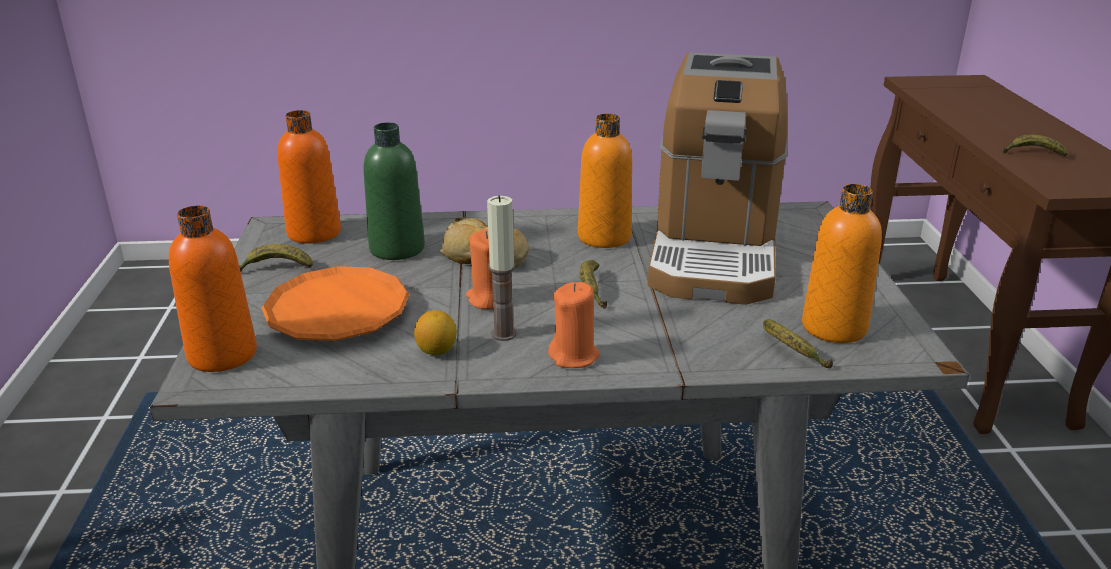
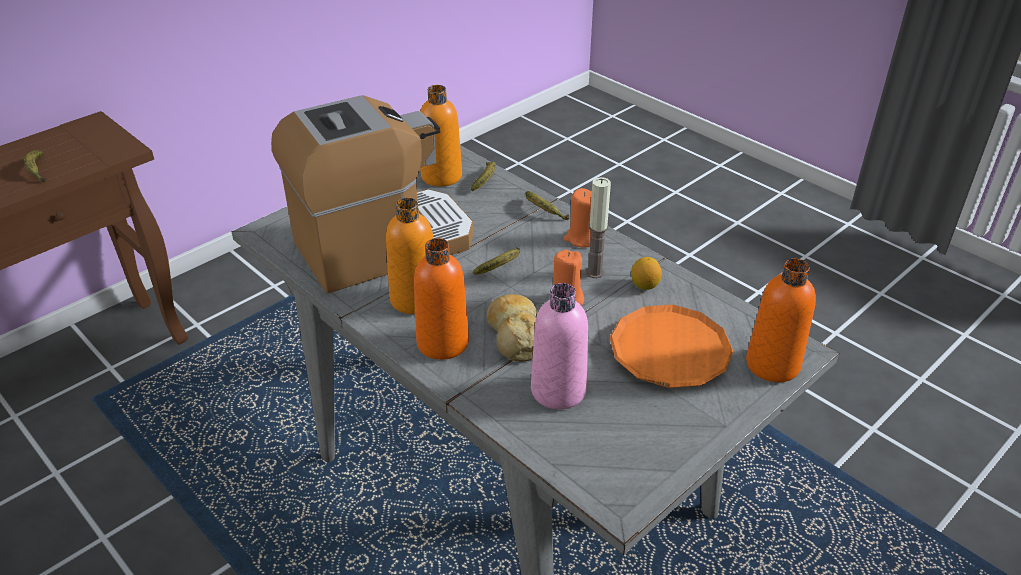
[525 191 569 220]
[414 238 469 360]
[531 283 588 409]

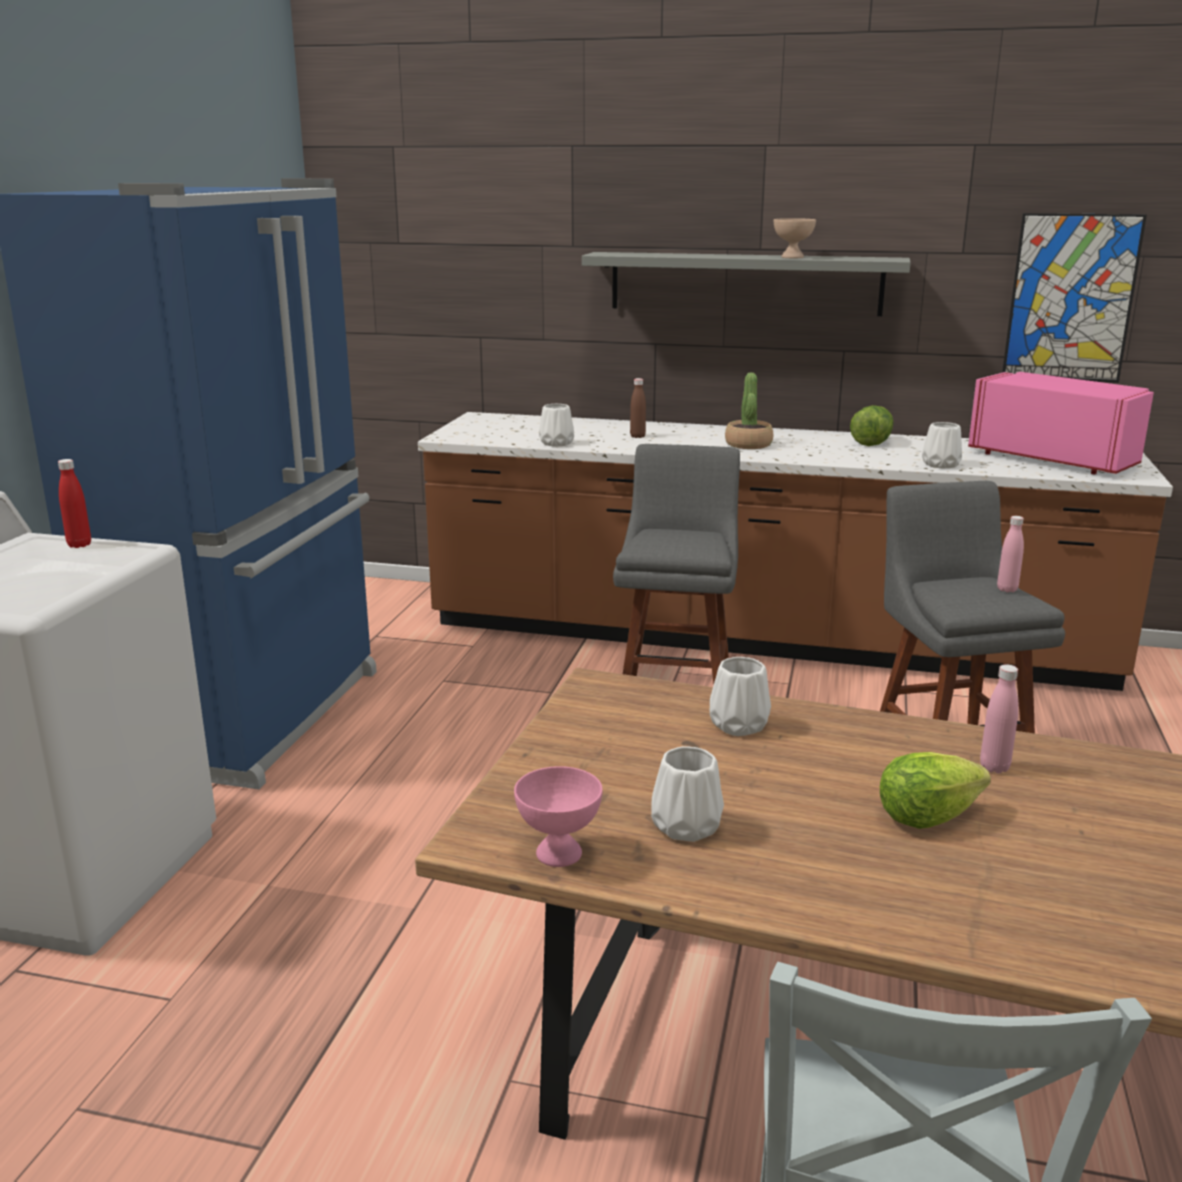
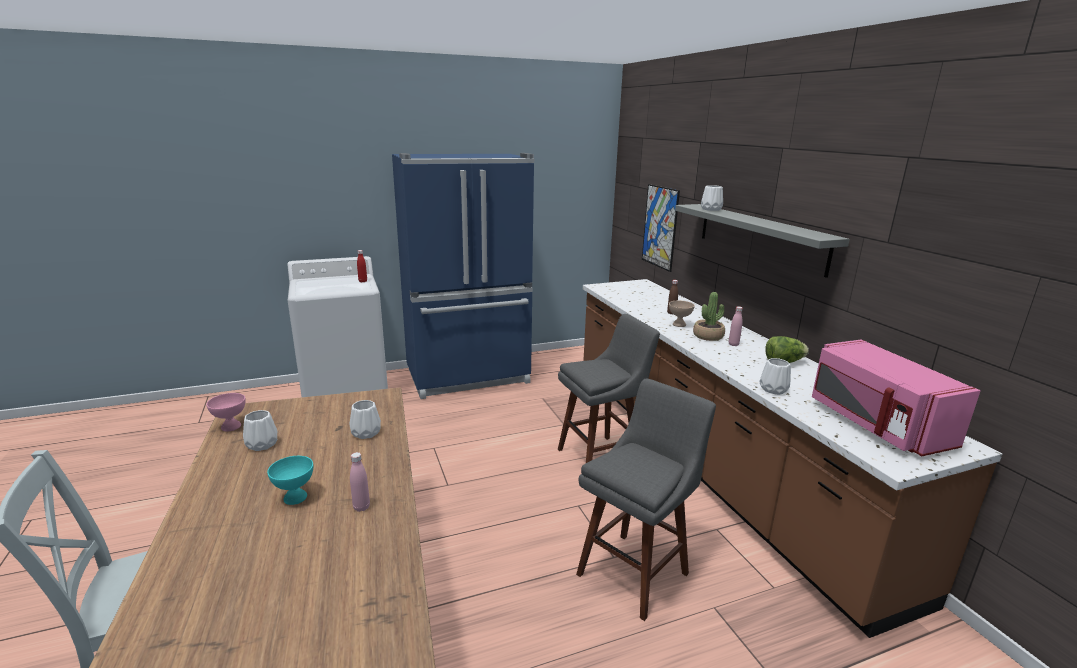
[701 185 723 211]
[669 301 695 327]
[729 306 743 346]
[642 184 680 272]
[267 456 313 505]
[812 340 981 456]

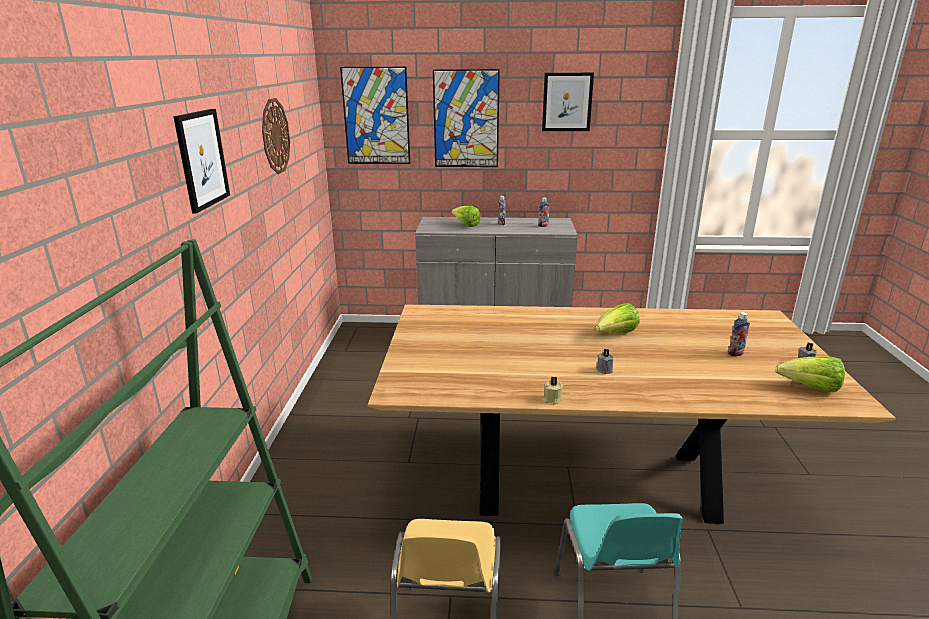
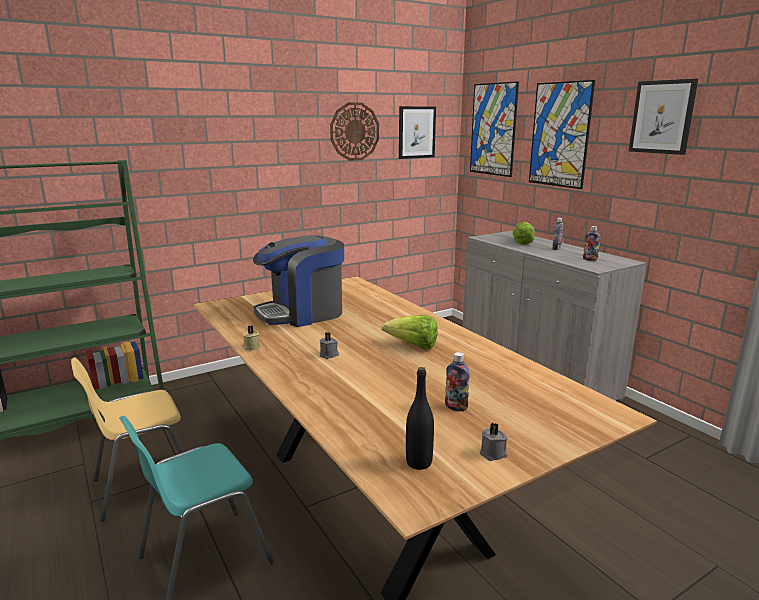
[253 235 344 327]
[399 106 436 159]
[406 367 434 470]

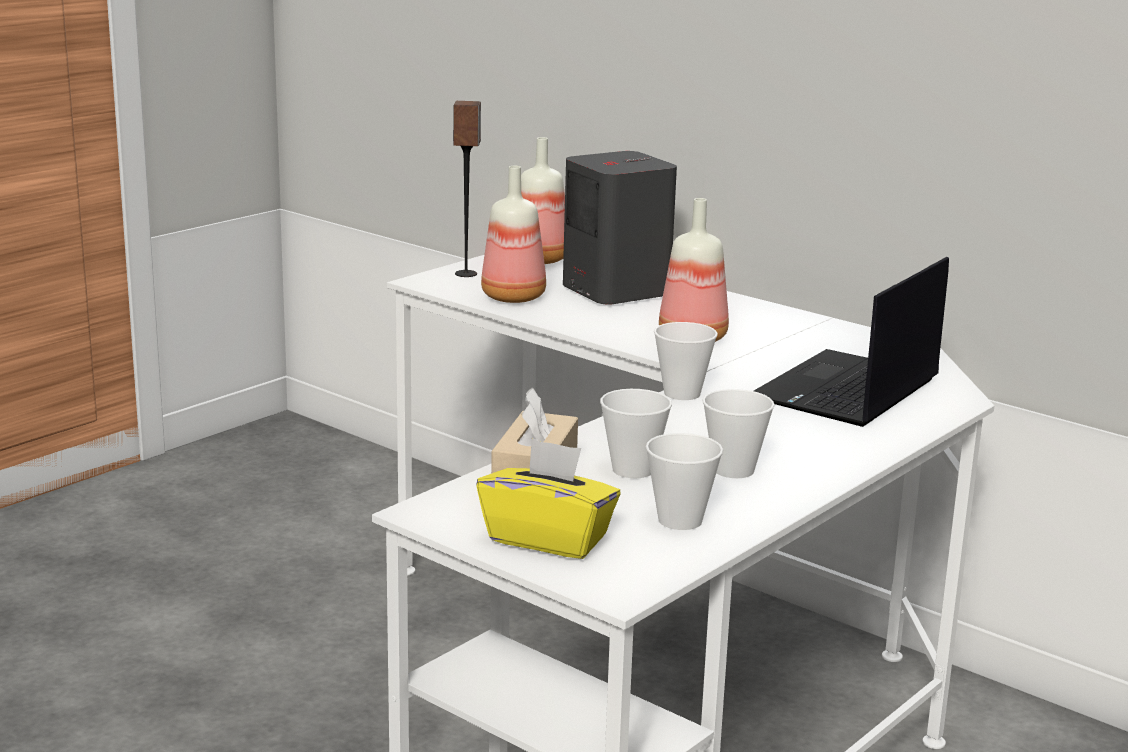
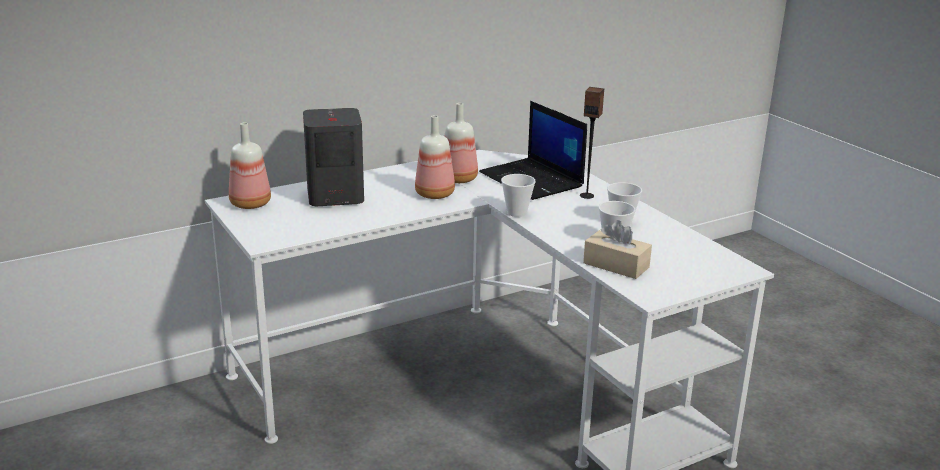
[476 438 621 559] (first image)
[646 433 723 530] (first image)
[580 87 604 199]
[444 103 478 183]

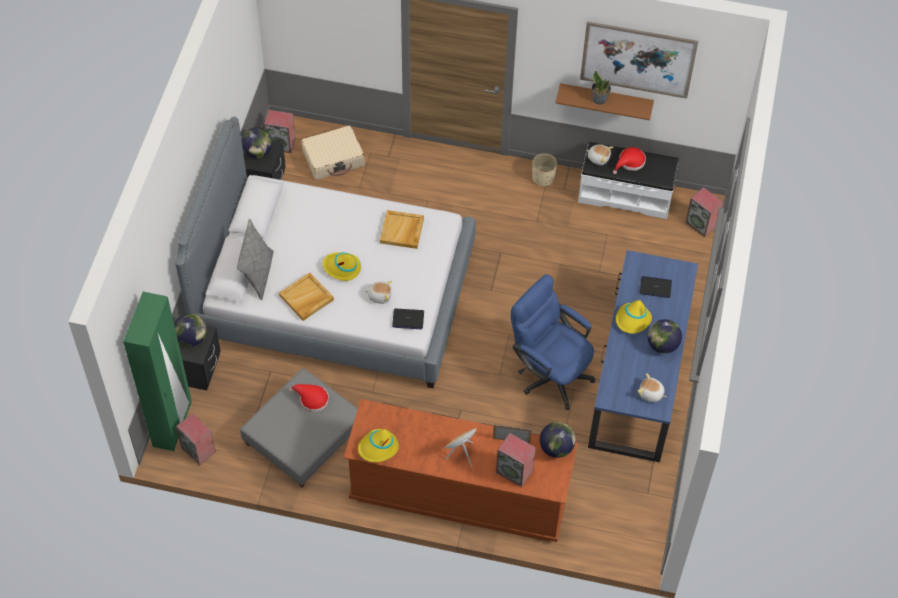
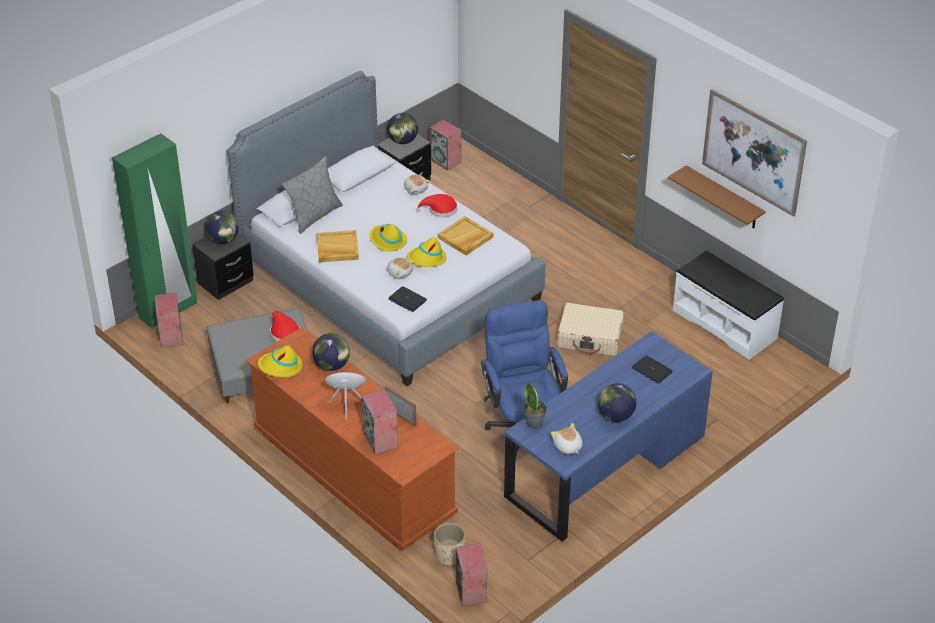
[558 302 624 356]
[434 523 465 566]
[312 333 350 371]
[404 175 430 195]
[524 382 547 429]
[416 194 457 217]
[407 237 447 267]
[456 543 487 606]

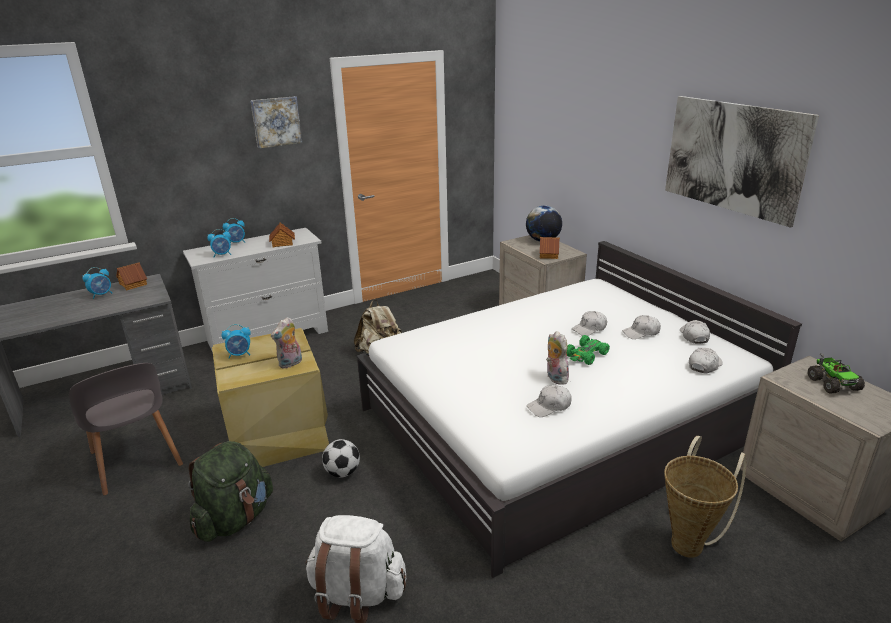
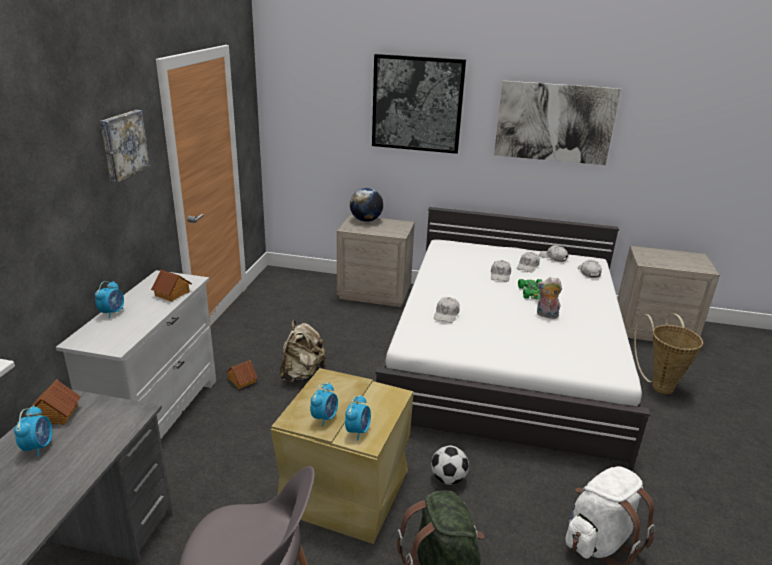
[271 317 302 369] (first image)
[808 353 865 394] (first image)
[372 54 466 154]
[345 395 371 440]
[434 297 460 323]
[226 360 258 389]

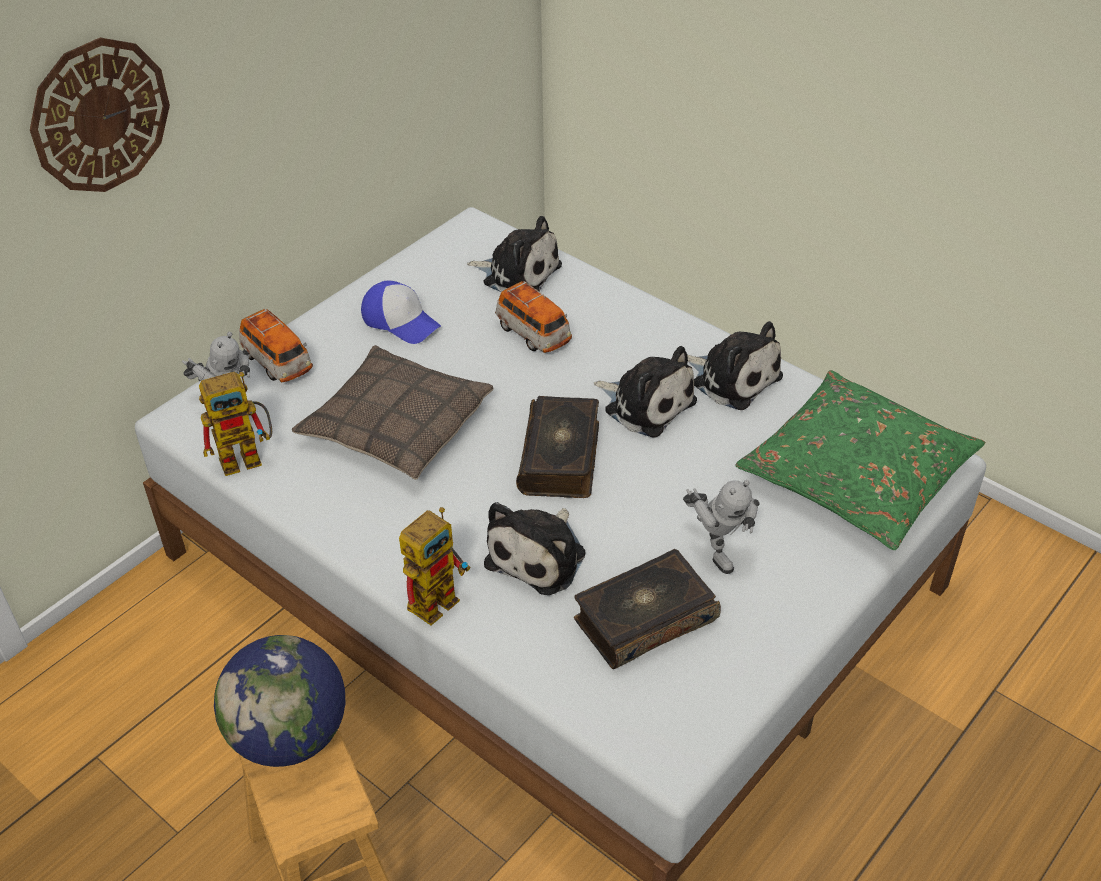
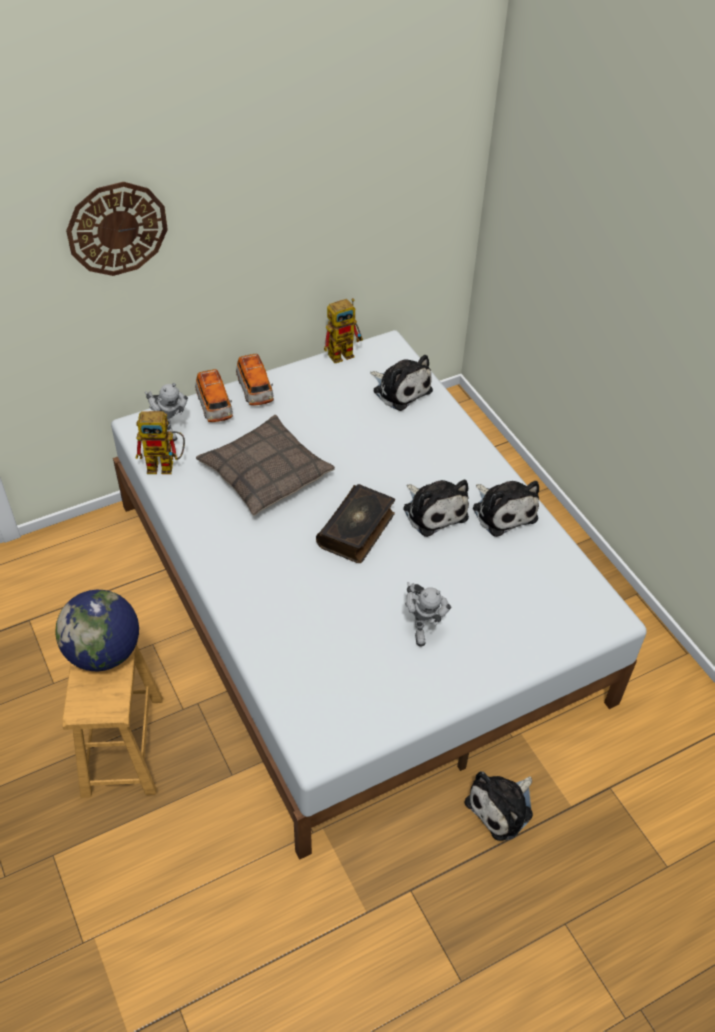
[361 281 441 344] (first image)
[574 549 721 669] (first image)
[735 370 985 550] (first image)
[324 298 363 363]
[464 771 533 841]
[236 353 274 406]

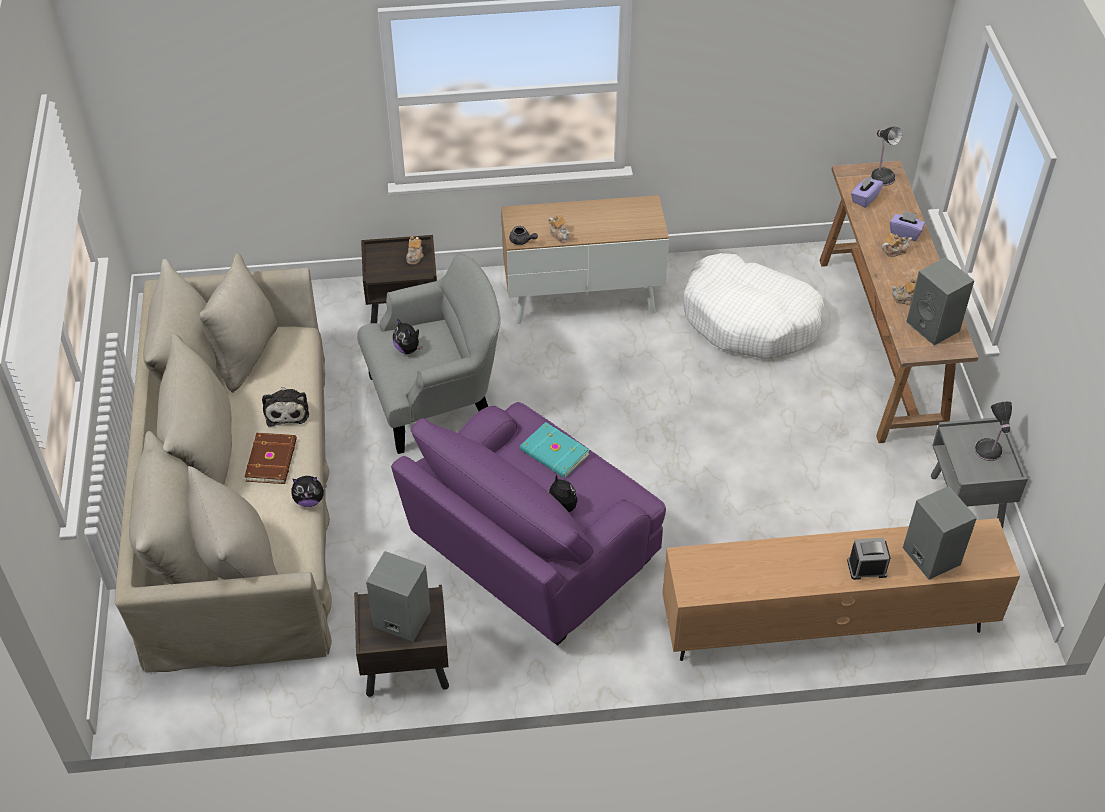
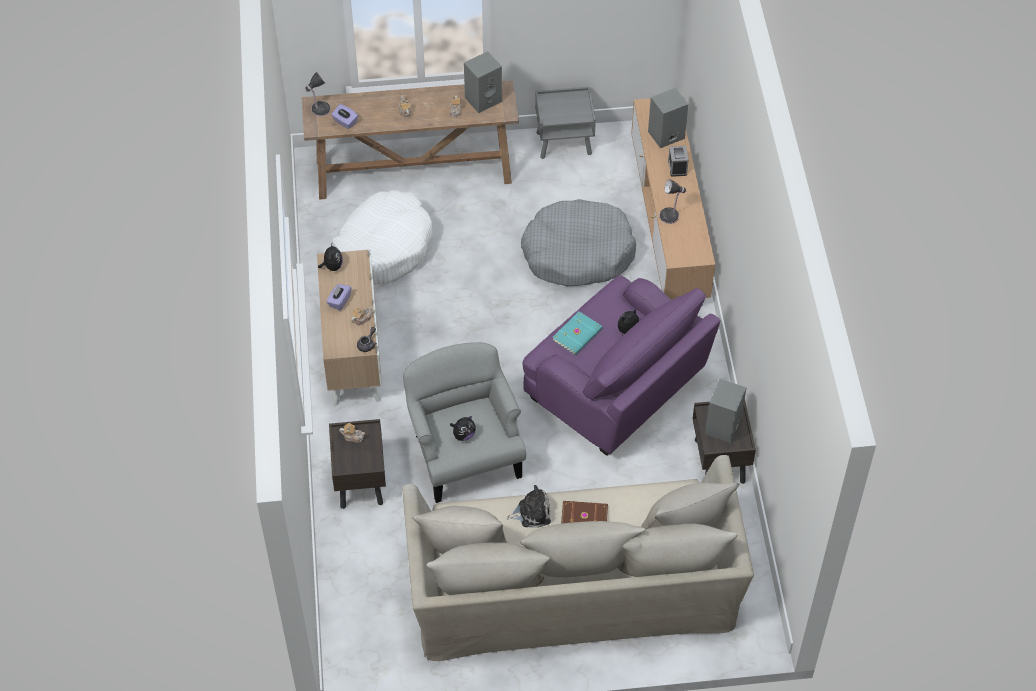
[521 199 636 286]
[318 244 343 271]
[327 284 351 311]
[659 179 686 224]

